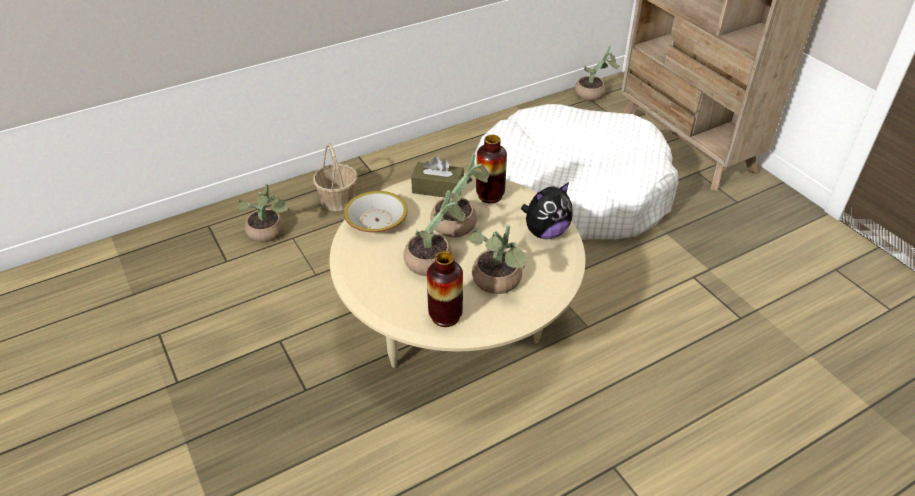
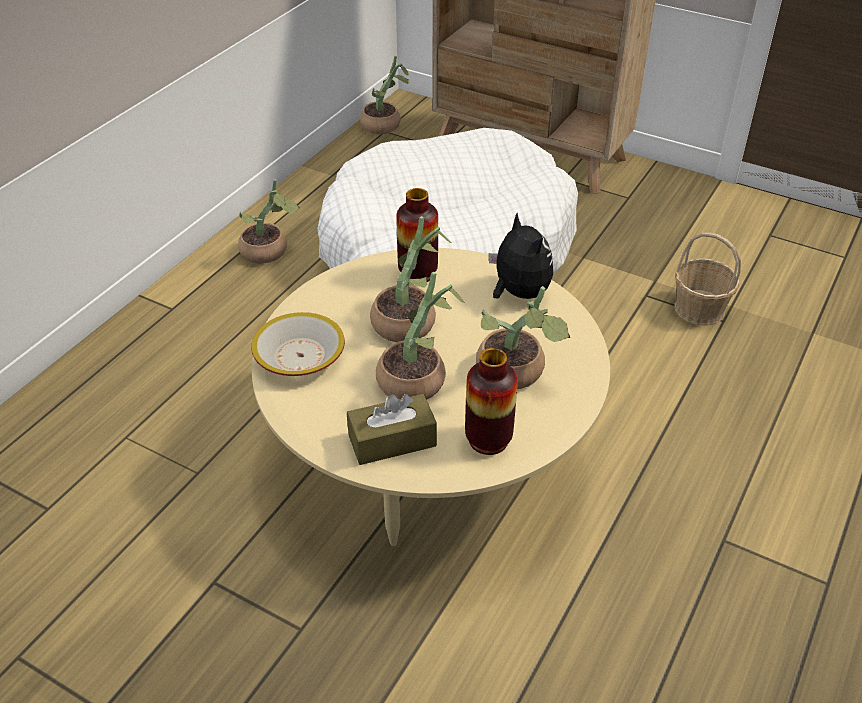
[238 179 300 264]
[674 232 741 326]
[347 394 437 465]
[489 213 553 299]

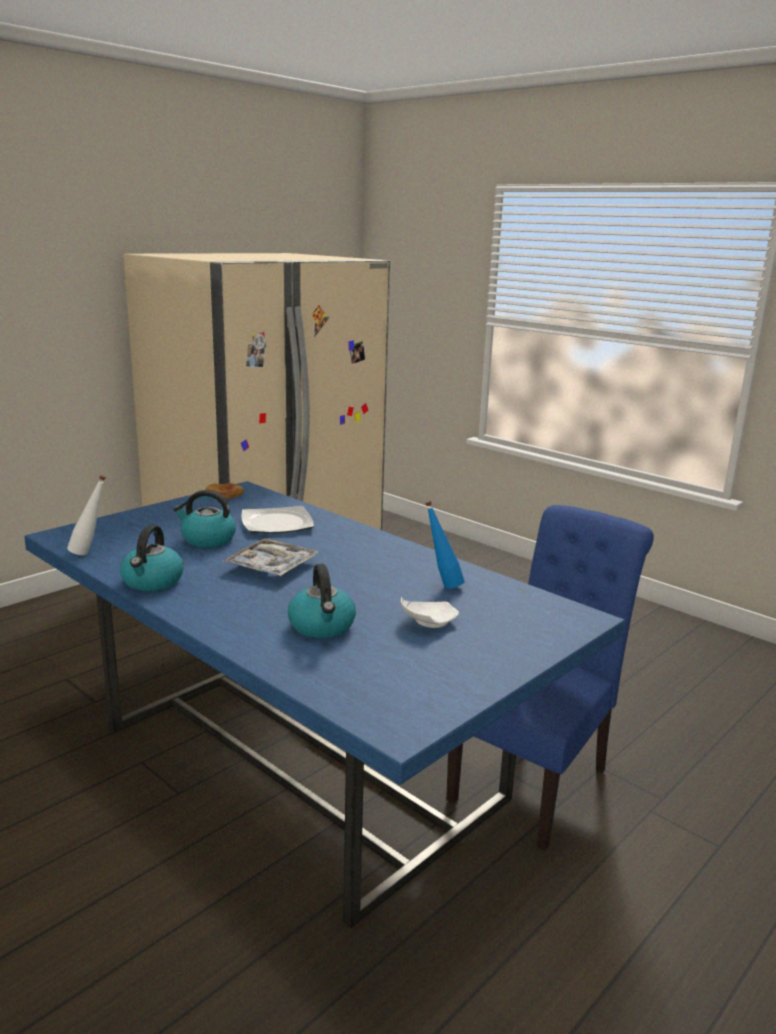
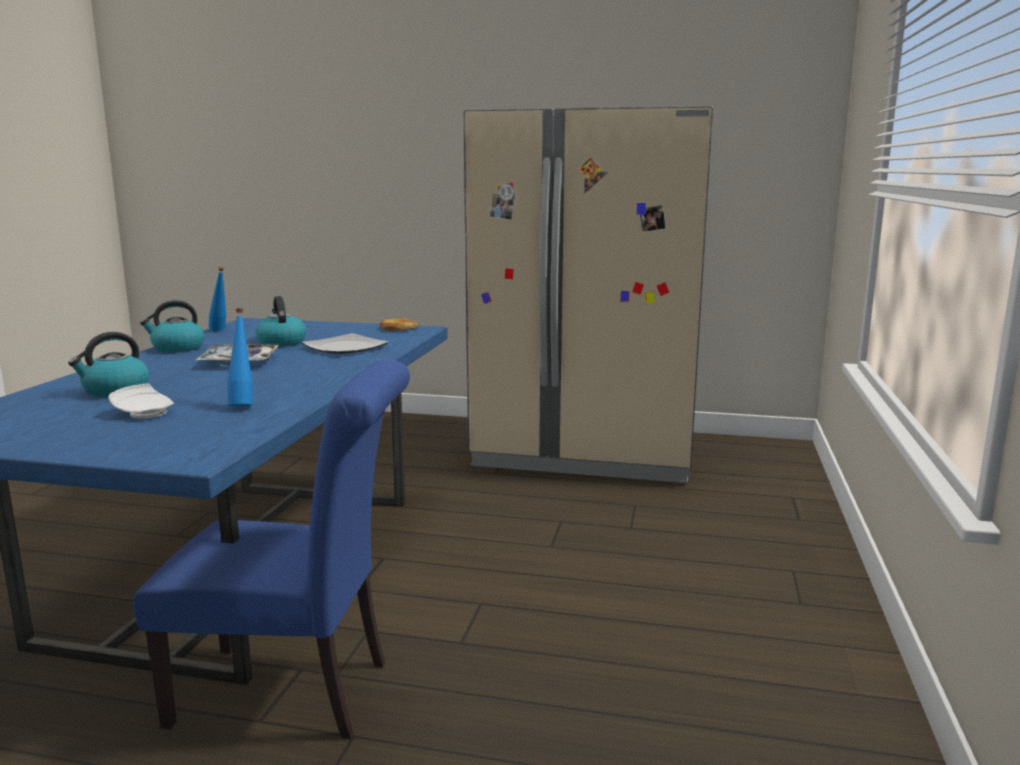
[209 267 226 331]

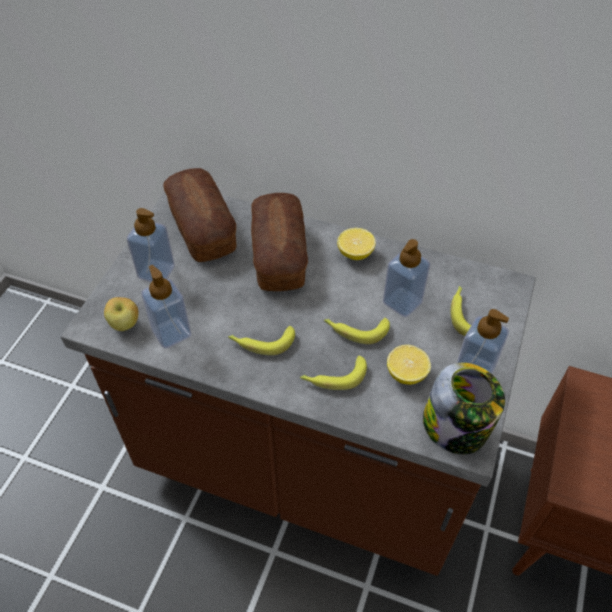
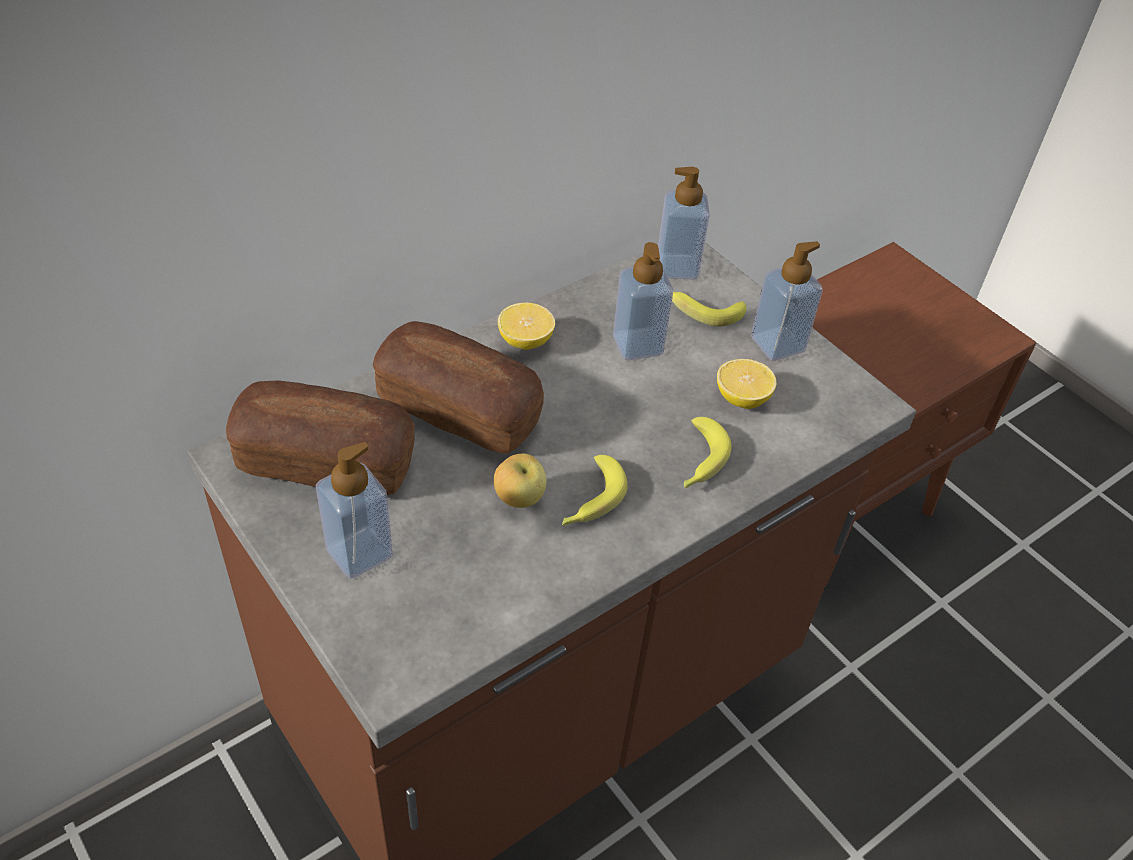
[324 318 390 344] (first image)
[423 363 505 454] (first image)
[494 454 546 508]
[658 167 710 279]

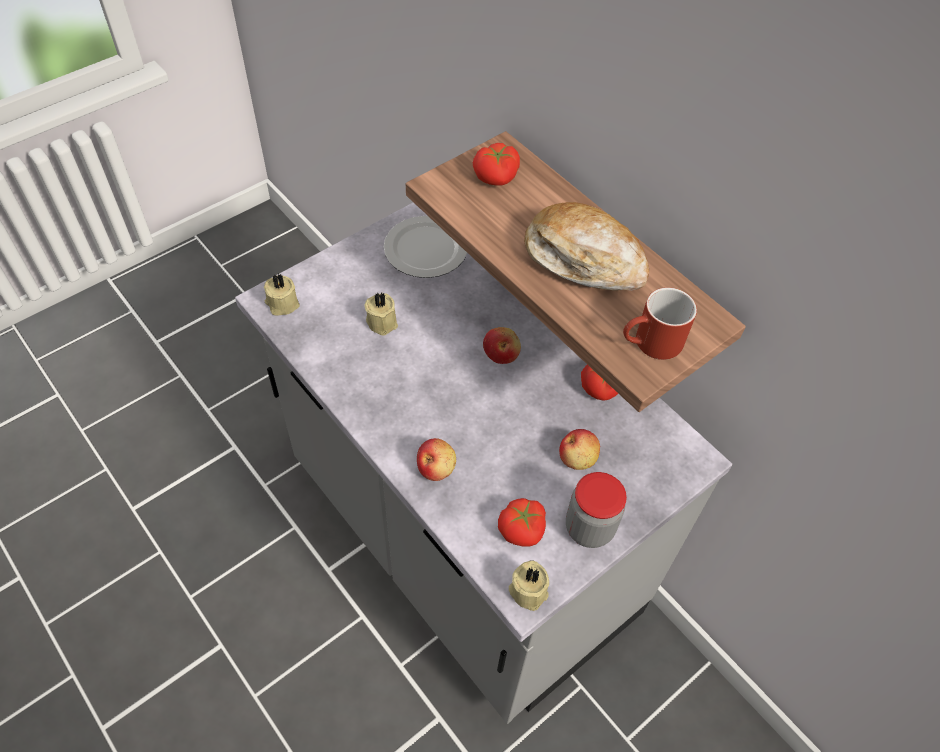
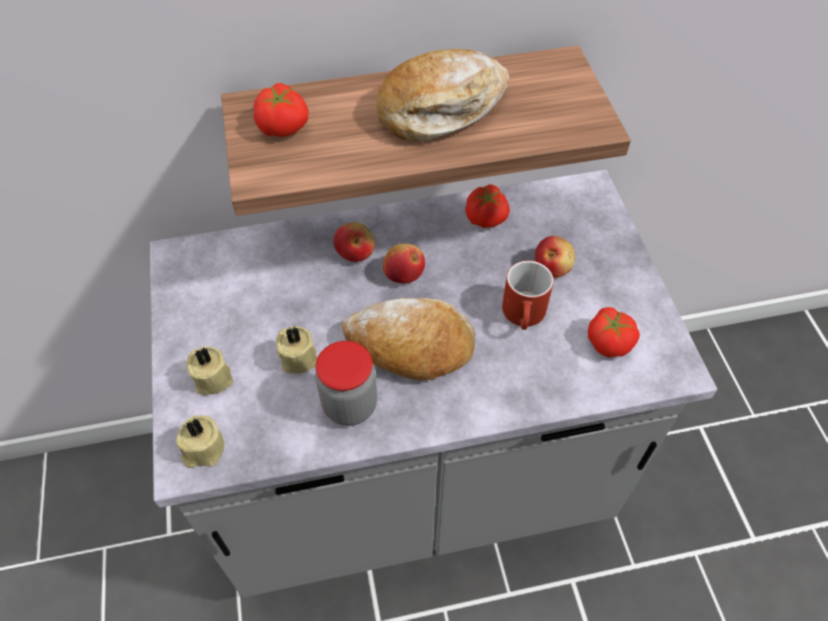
[384 216 467 278] (first image)
[342 298 475 380]
[333 222 375 262]
[186 346 233 395]
[315 341 377 426]
[502 261 554 330]

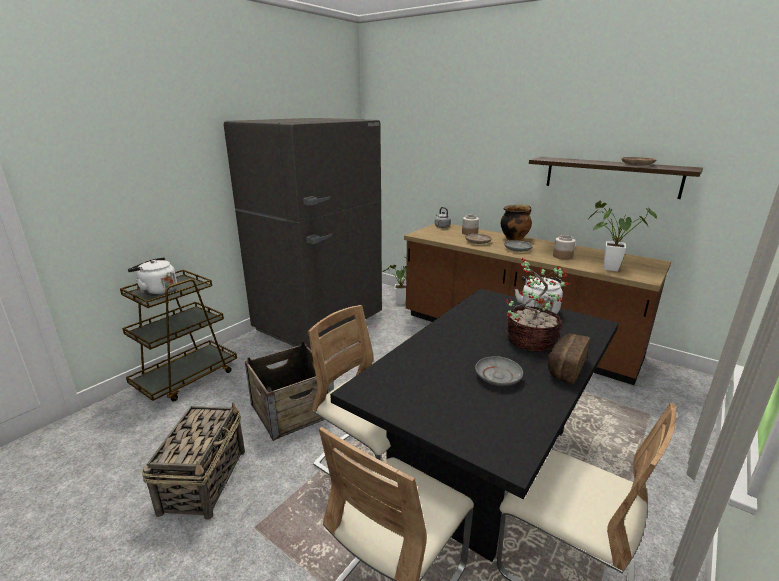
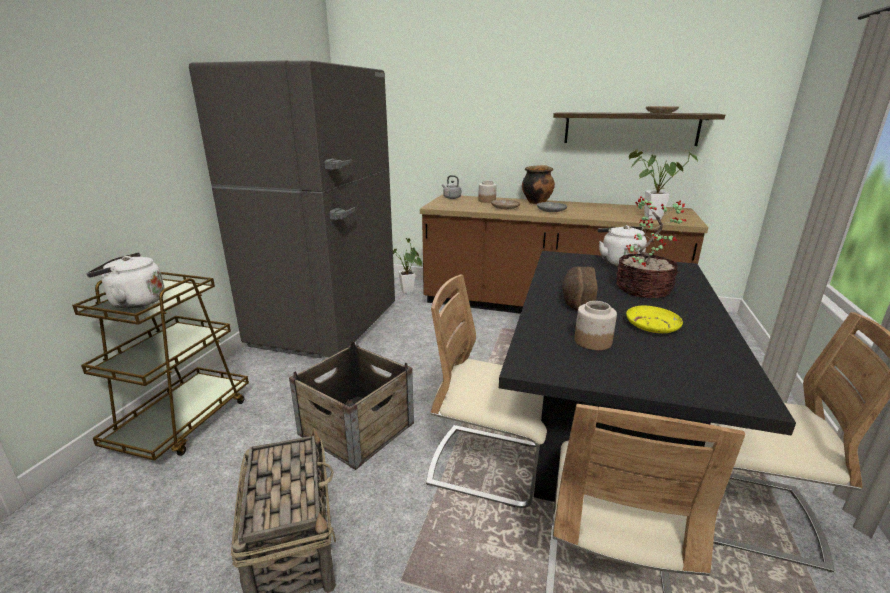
[562 266 598 311]
[574 301 617 350]
[626 306 683 333]

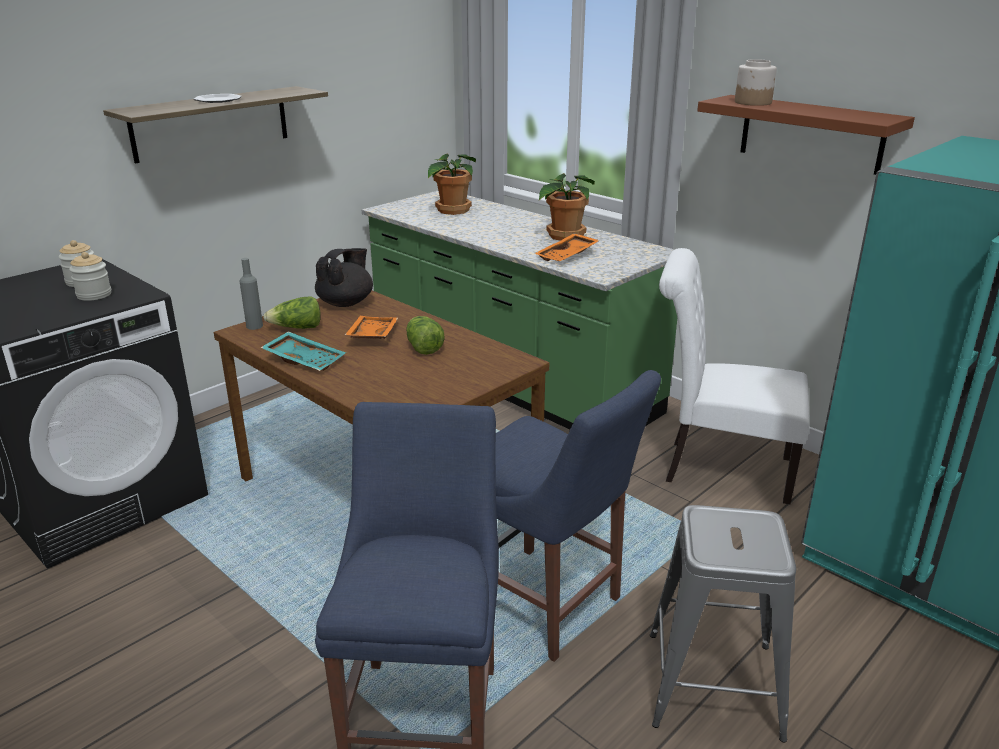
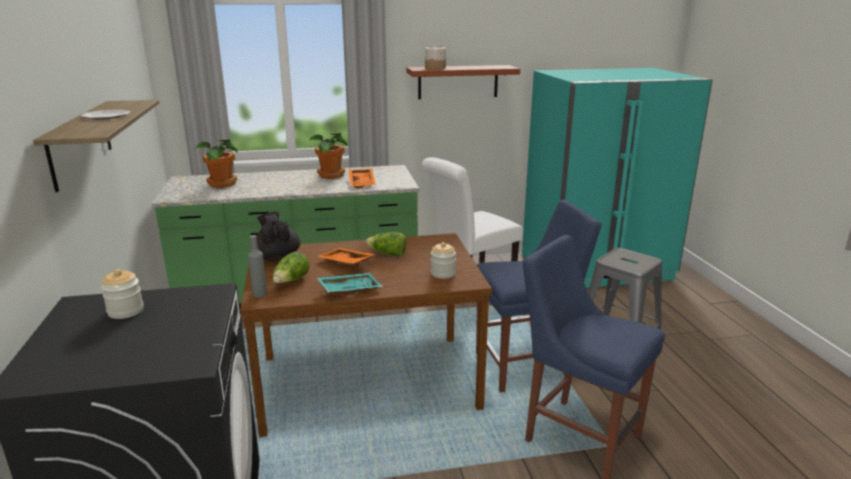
[431 242 456 279]

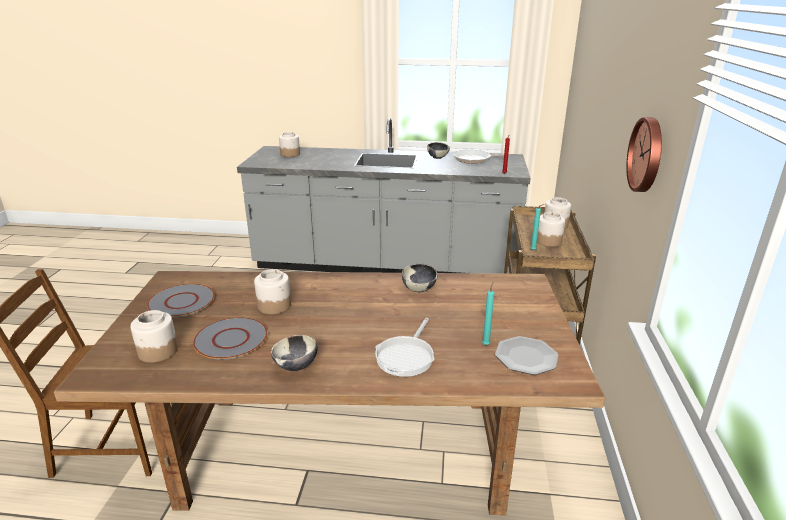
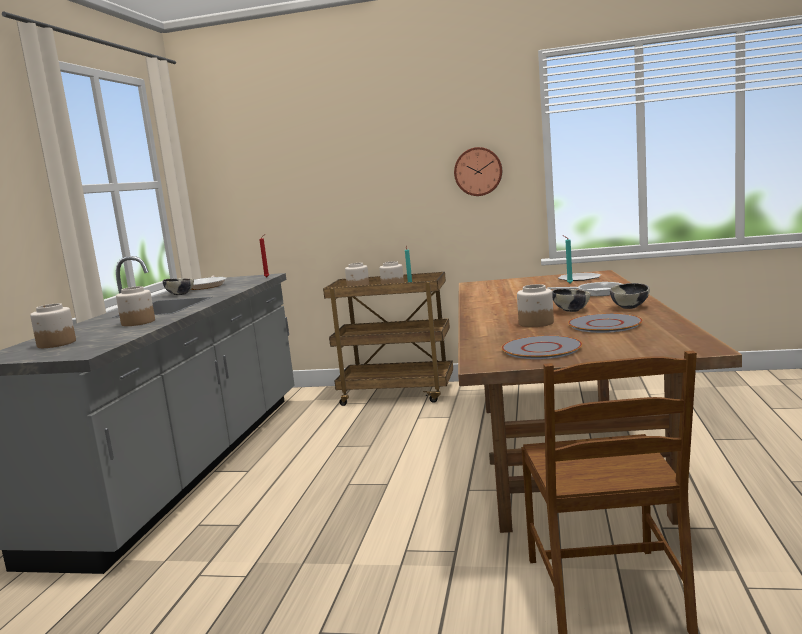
[116 286 155 326]
[552 289 591 312]

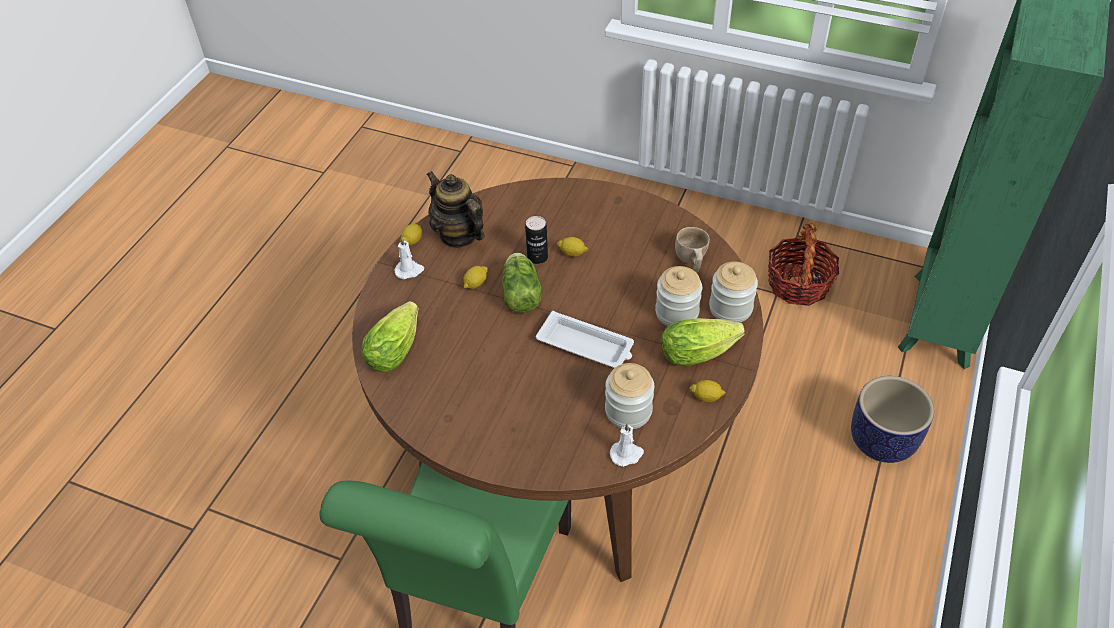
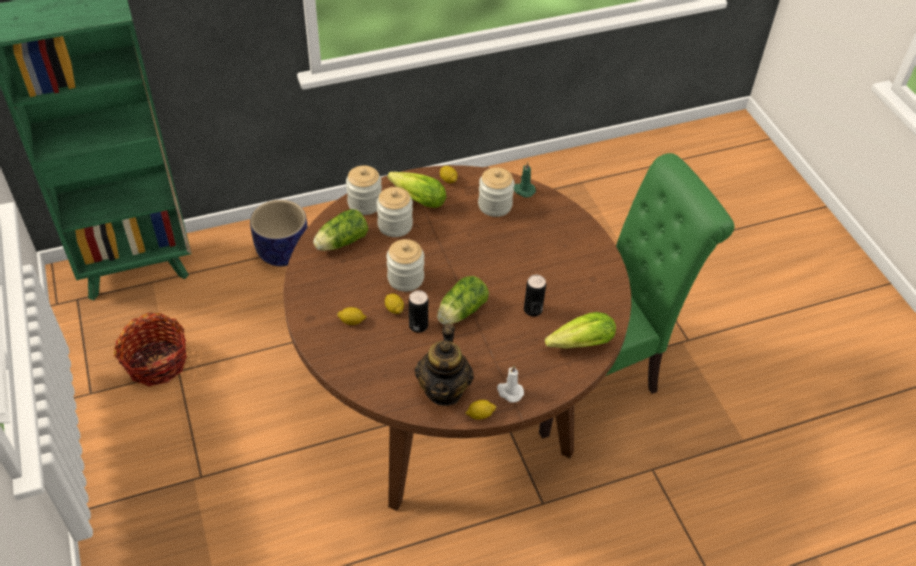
[536 311 634 368] (first image)
[386 239 424 292]
[524 275 546 316]
[337 307 366 325]
[313 209 368 251]
[514 162 536 197]

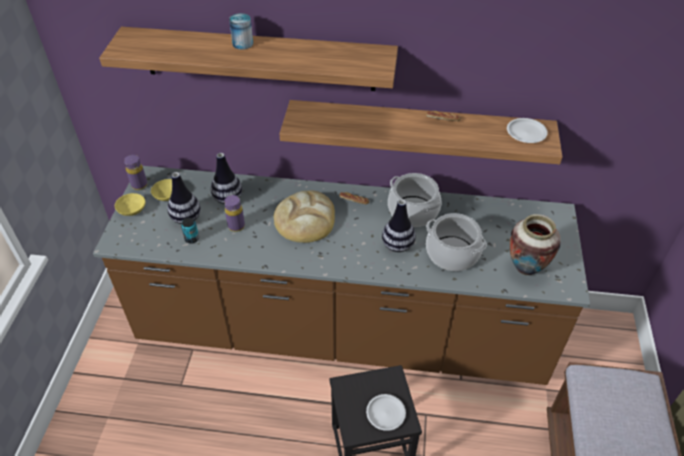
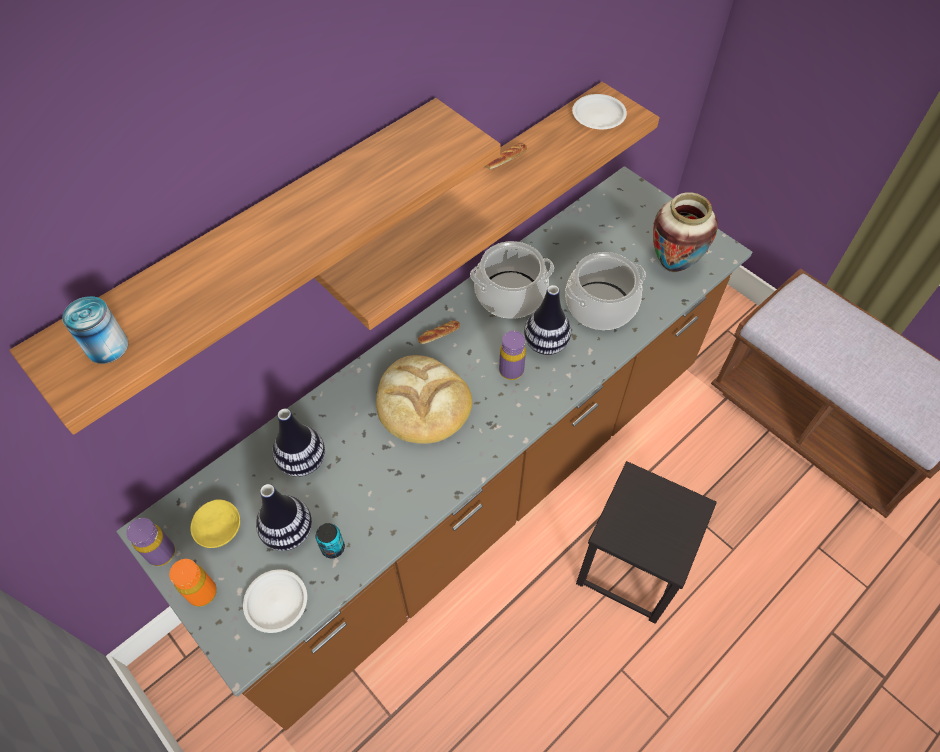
[499 331 526 380]
[62 296 128 364]
[243 570 307 633]
[169 559 217 607]

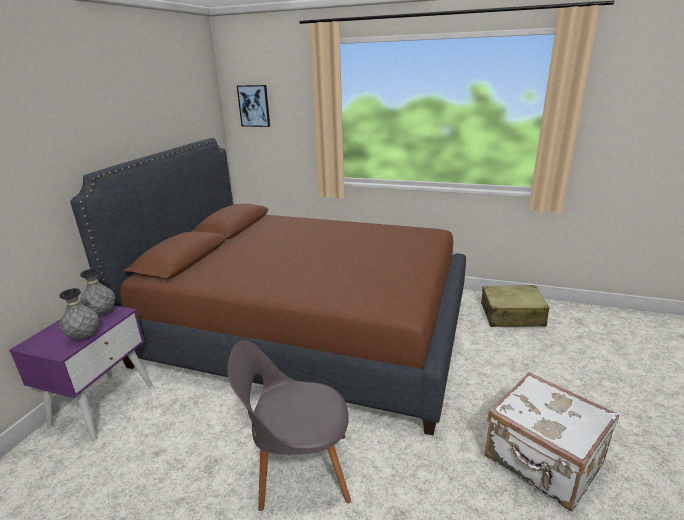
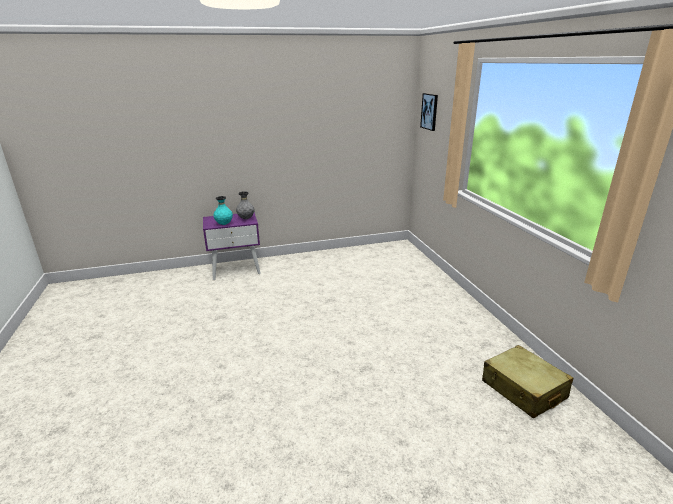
[70 138 466 435] (first image)
[227 340 351 511] (first image)
[485 372 619 511] (first image)
[214 196 233 225]

